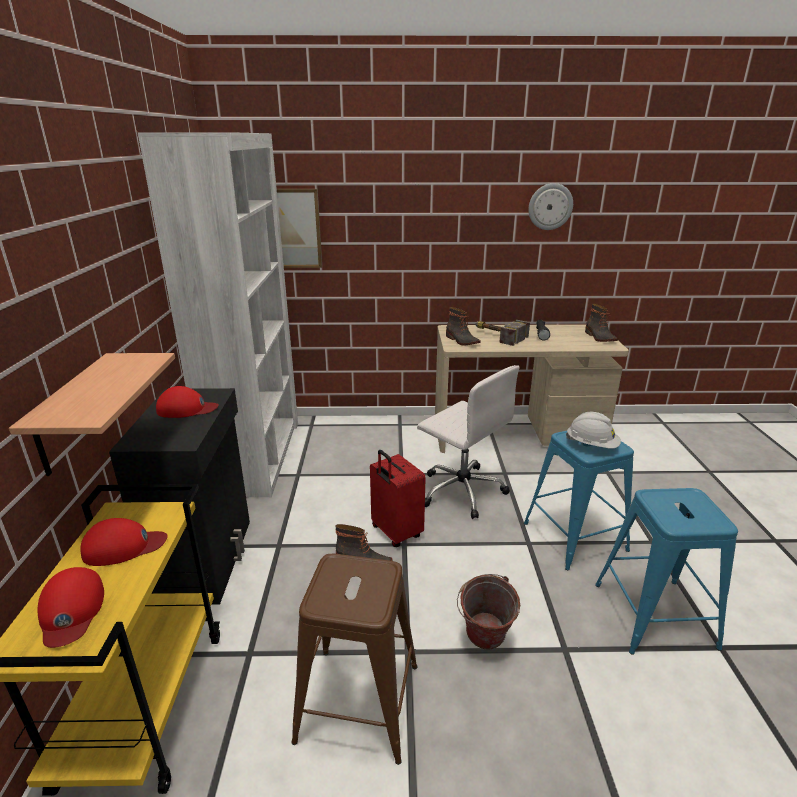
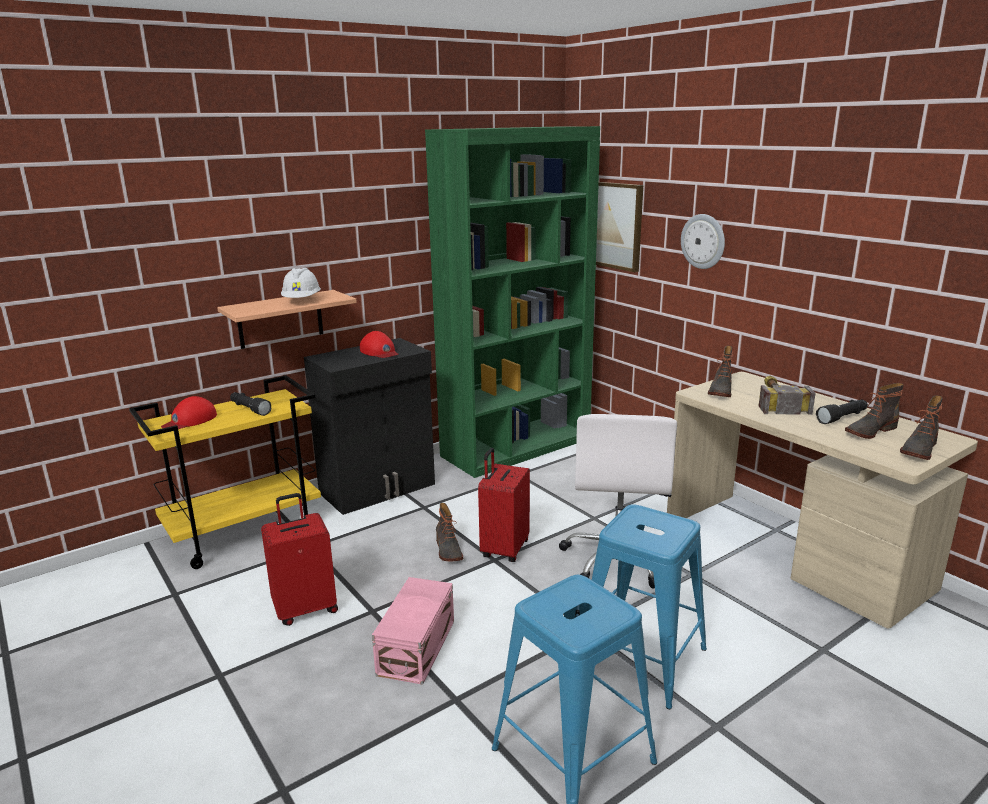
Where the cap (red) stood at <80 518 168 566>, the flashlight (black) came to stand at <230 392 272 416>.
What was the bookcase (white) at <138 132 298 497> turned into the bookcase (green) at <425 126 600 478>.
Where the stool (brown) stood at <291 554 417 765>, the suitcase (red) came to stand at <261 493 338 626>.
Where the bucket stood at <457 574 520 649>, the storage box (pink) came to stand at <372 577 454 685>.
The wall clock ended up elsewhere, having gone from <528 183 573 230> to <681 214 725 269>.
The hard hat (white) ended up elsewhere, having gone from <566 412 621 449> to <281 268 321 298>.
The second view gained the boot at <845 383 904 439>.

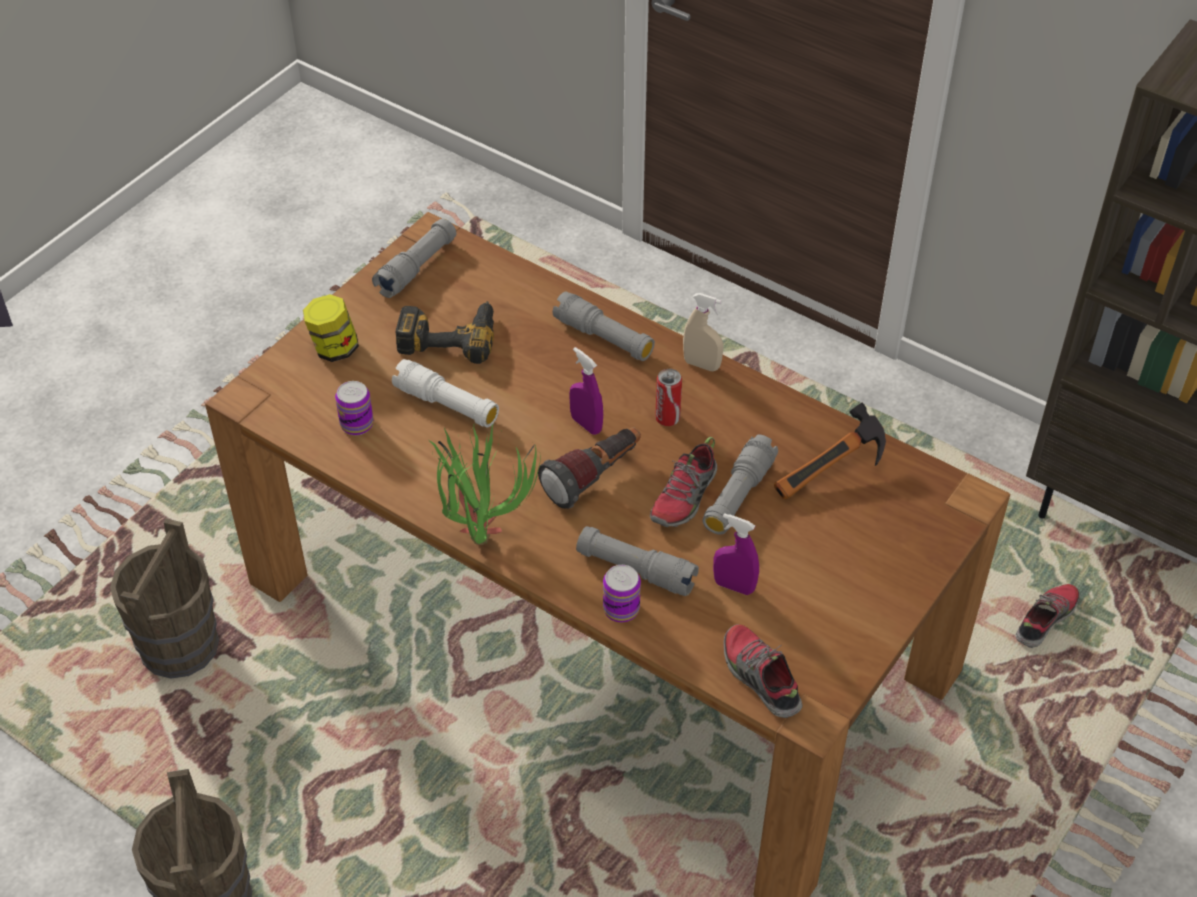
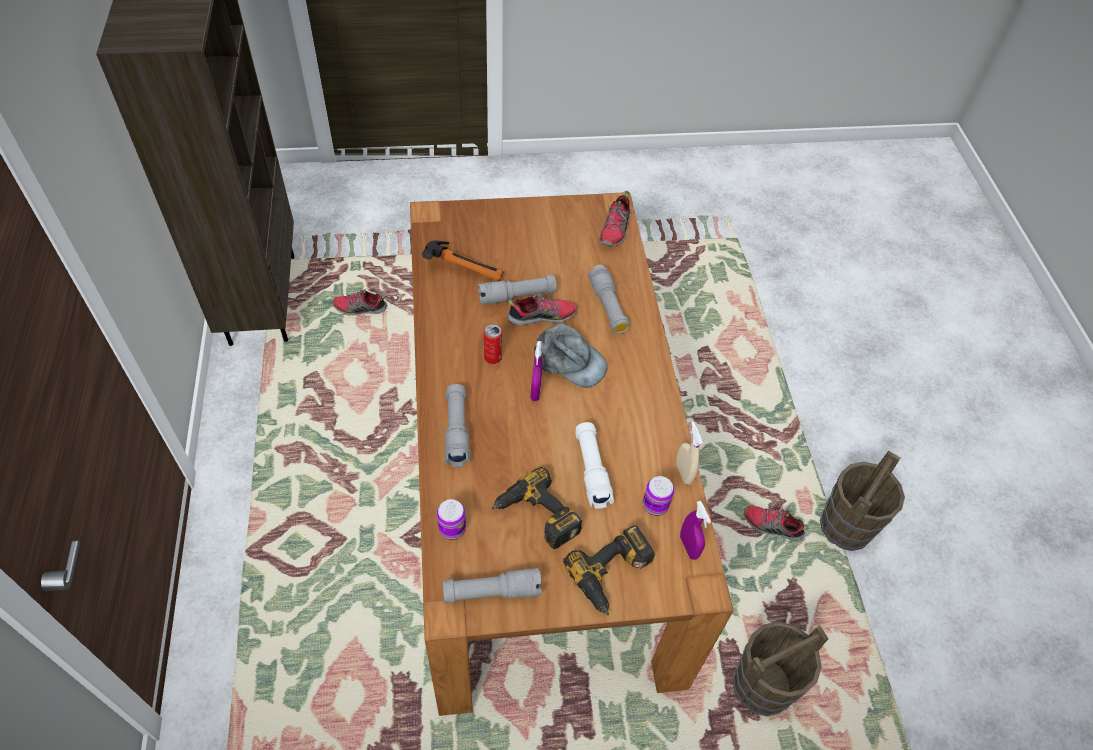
Where the jar stood at <303 294 359 362>, the power drill came to stand at <563 525 655 615>.
The second view lost the potted plant at <428 424 541 545>.
Where the flashlight stood at <538 428 641 509>, the cap (grey) came to stand at <534 324 608 388>.
The can ended up elsewhere, having gone from <603 565 641 623> to <437 499 466 540>.
The spray bottle (beige) ended up elsewhere, having gone from <683 293 723 371> to <676 422 703 485>.
The spray bottle (purple) ended up elsewhere, having gone from <713 513 759 595> to <680 501 711 560>.
The second view gained the shoe at <744 506 809 541>.

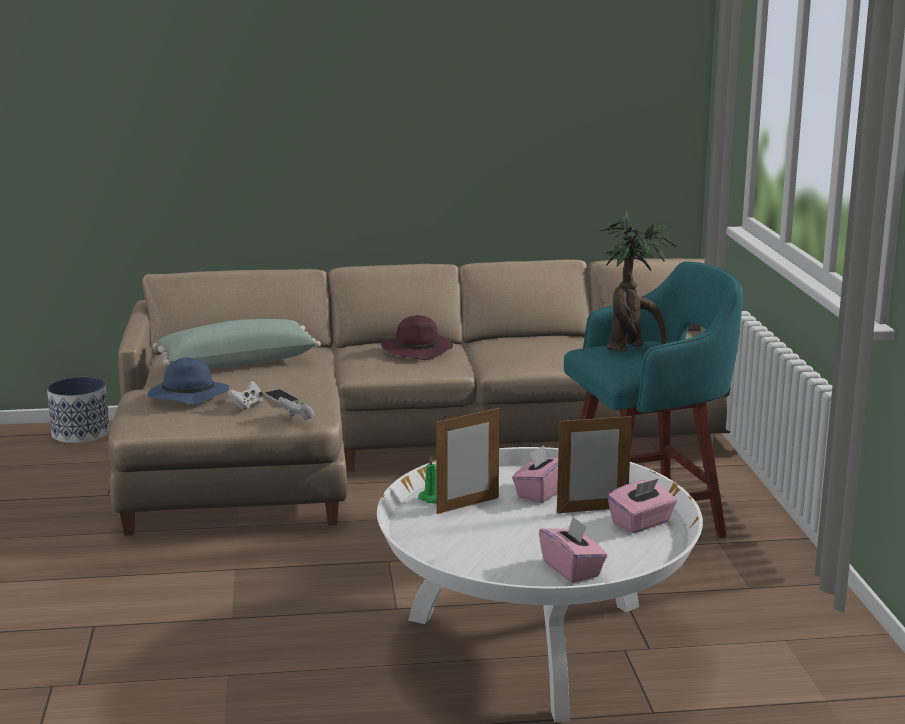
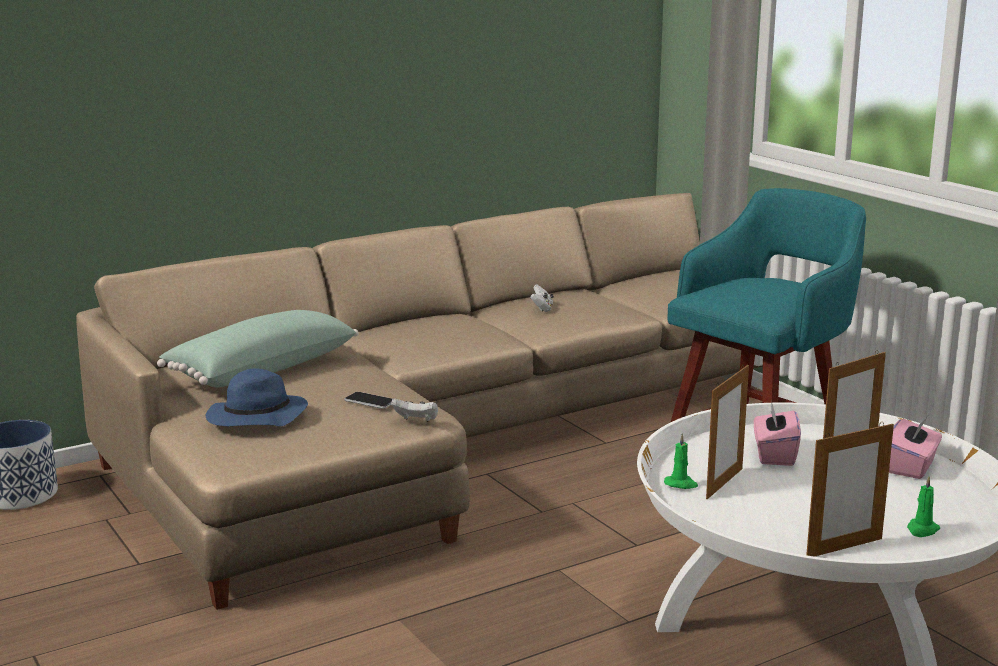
The game controller (white) ended up elsewhere, having gone from <228 380 263 410> to <530 284 554 312>.
The second view lost the hat (purple) at <381 315 453 360>.
Where the tissue box (pink) stood at <539 516 608 583>, the candle (green) came to stand at <907 476 940 537>.
The second view lost the potted plant at <600 210 676 352>.
The second view gained the picture frame at <806 422 894 557>.

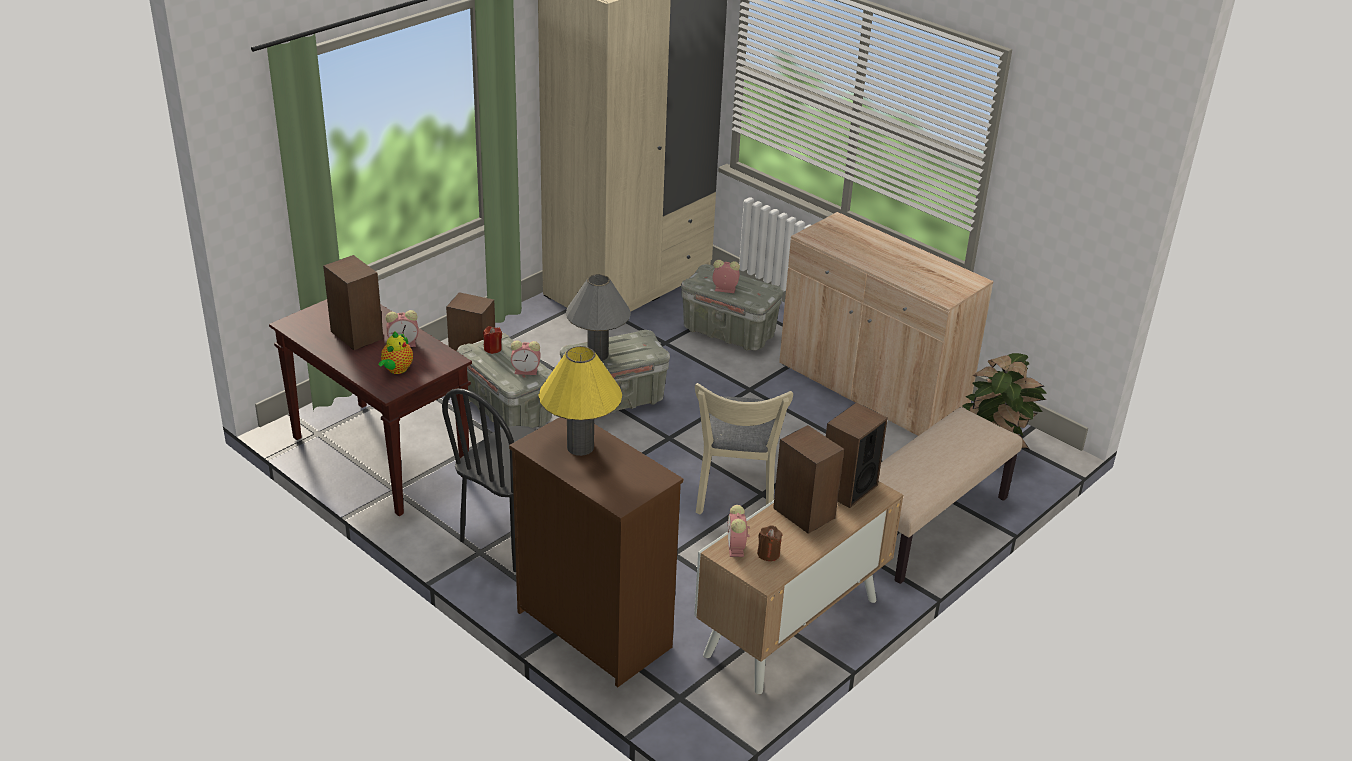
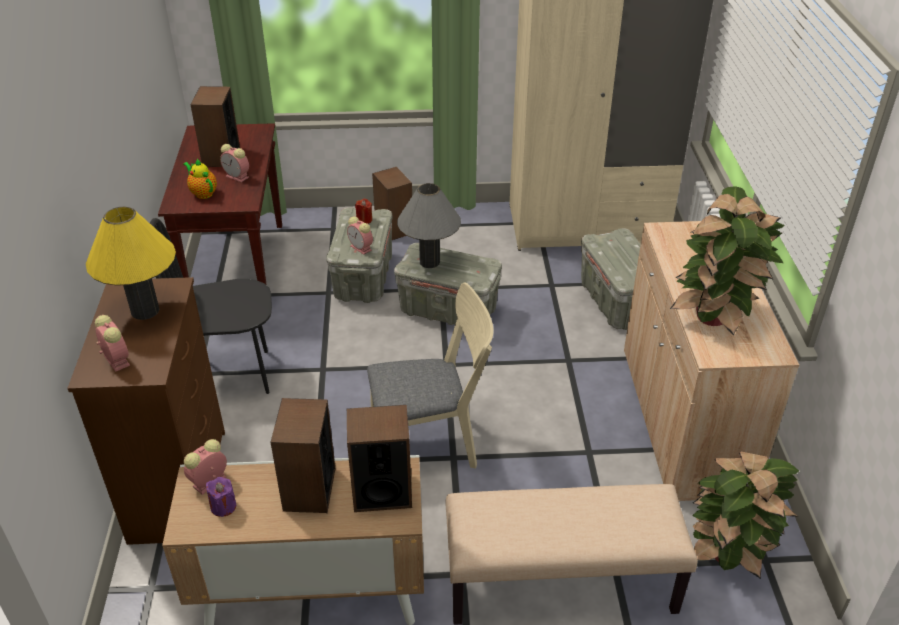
The teapot at <378 331 413 374> ended up facing another way, 75 degrees clockwise from before.
The chair (beige) at <695 383 793 515> ended up facing another way, 150 degrees counterclockwise from before.
The alarm clock ended up elsewhere, having gone from <712 260 740 293> to <95 315 130 372>.
What was the candle (brown) at <757 525 783 561> turned into the candle (purple) at <206 477 236 517>.
The second view gained the potted plant at <670 186 785 335>.

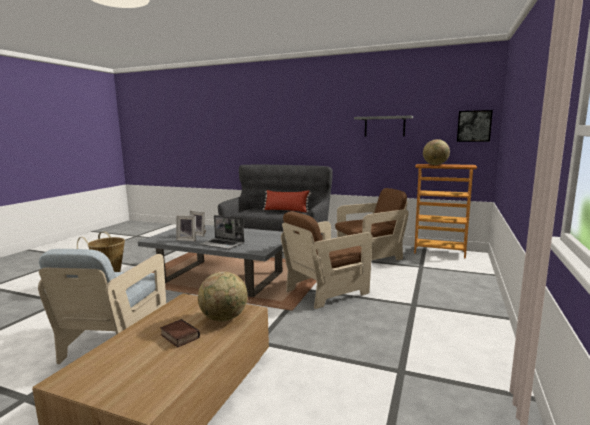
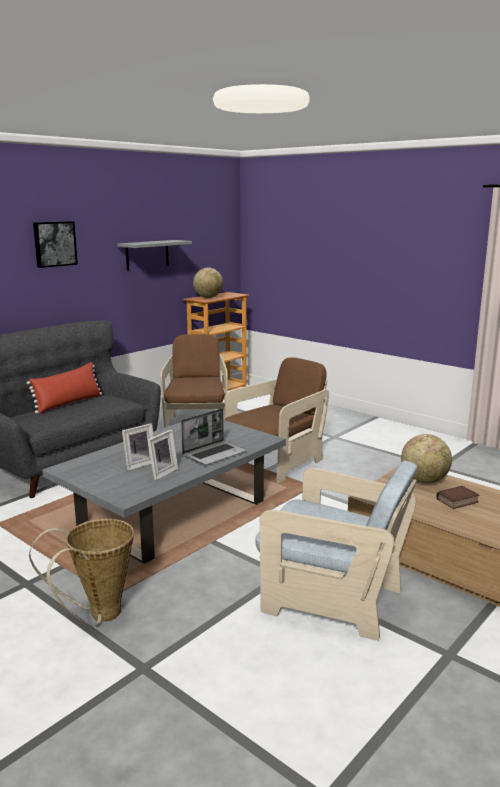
The armchair (brown) at <281 211 373 309> ended up facing another way, 120 degrees counterclockwise from before.
The picture ended up elsewhere, having gone from <457 110 493 142> to <33 221 78 268>.

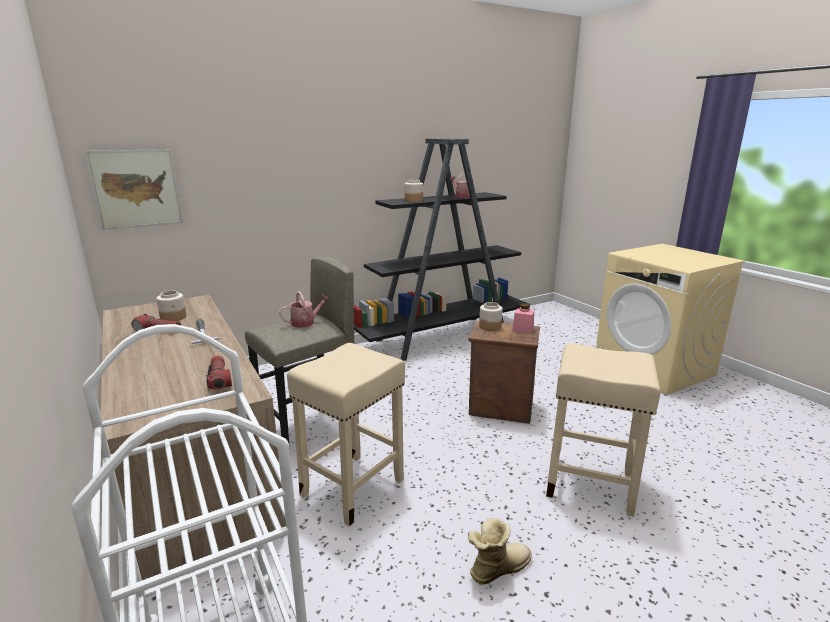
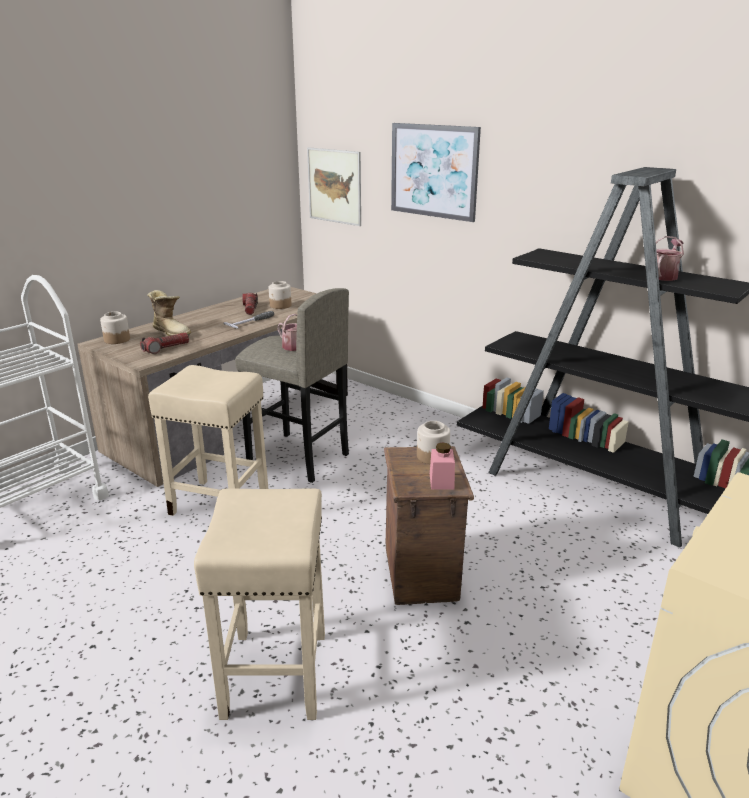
The jar ended up elsewhere, having gone from <405 180 423 202> to <100 312 130 344>.
The boot ended up elsewhere, having gone from <468 518 532 585> to <147 290 191 337>.
The second view gained the picture at <391 123 481 222>.

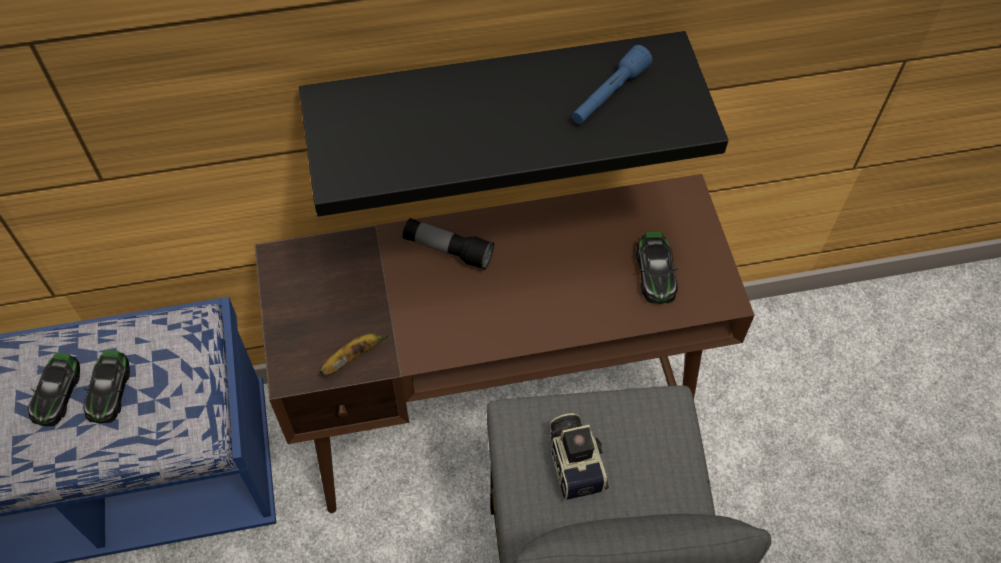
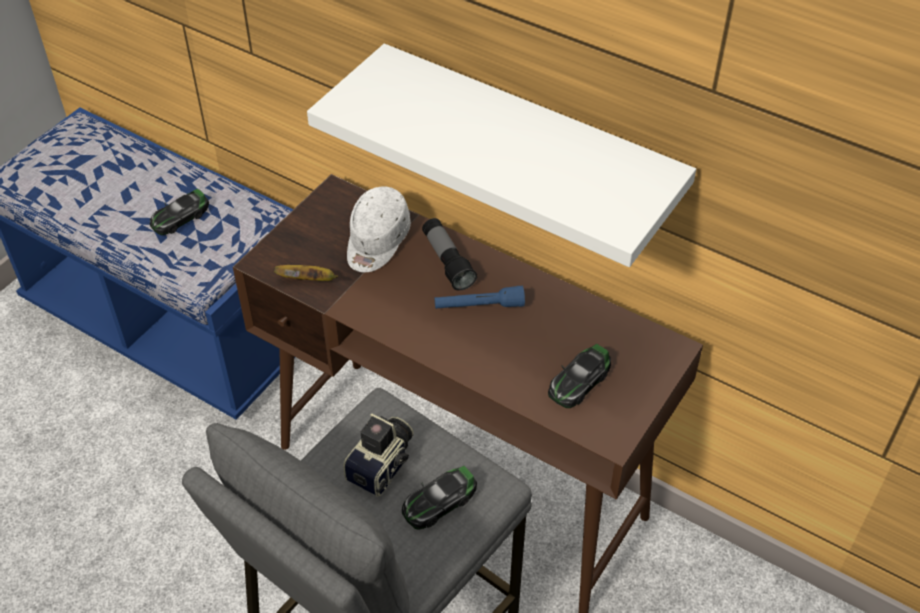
The toy car ended up elsewhere, having gone from <28 352 80 426> to <402 466 477 530>.
What was the shelf (black) at <299 31 728 217> turned into the shelf (white) at <307 44 696 267>.
The flashlight (blue) ended up elsewhere, having gone from <572 45 653 124> to <435 286 525 309>.
The second view gained the cap (white) at <347 187 411 273>.

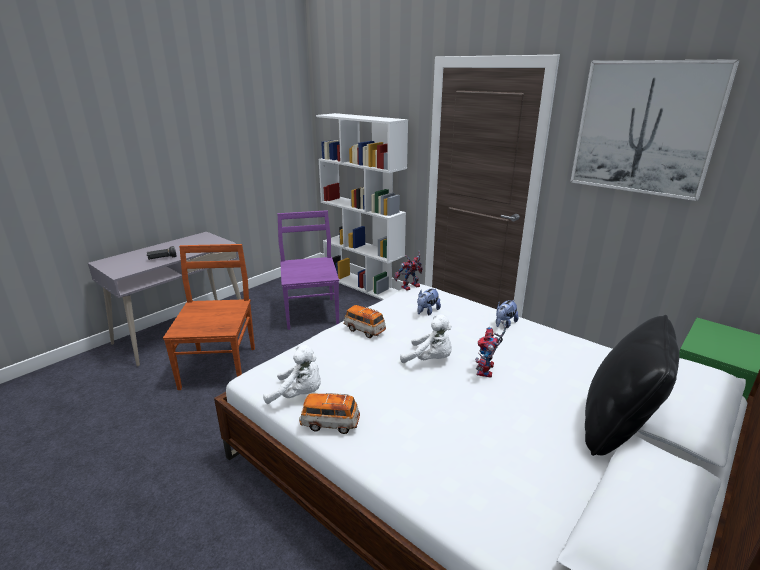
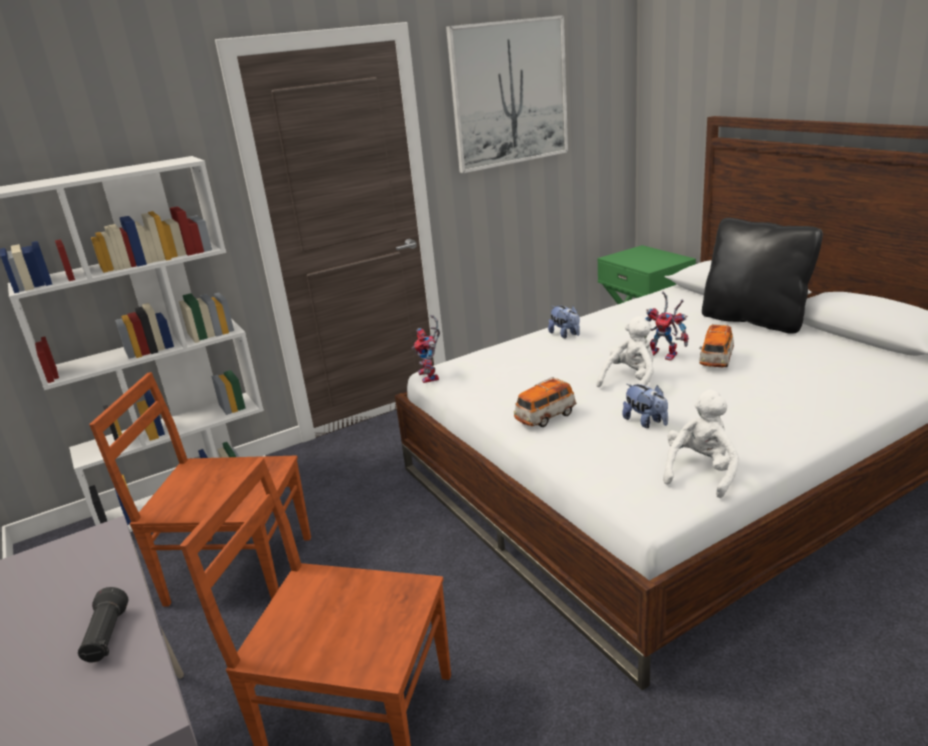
What was the chair (purple) at <277 210 339 330> turned into the chair (brown) at <89 372 311 606>.
The toy car ended up elsewhere, having gone from <299 393 360 434> to <699 324 734 368>.
The plush toy ended up elsewhere, having gone from <417 288 441 315> to <622 384 668 428>.

